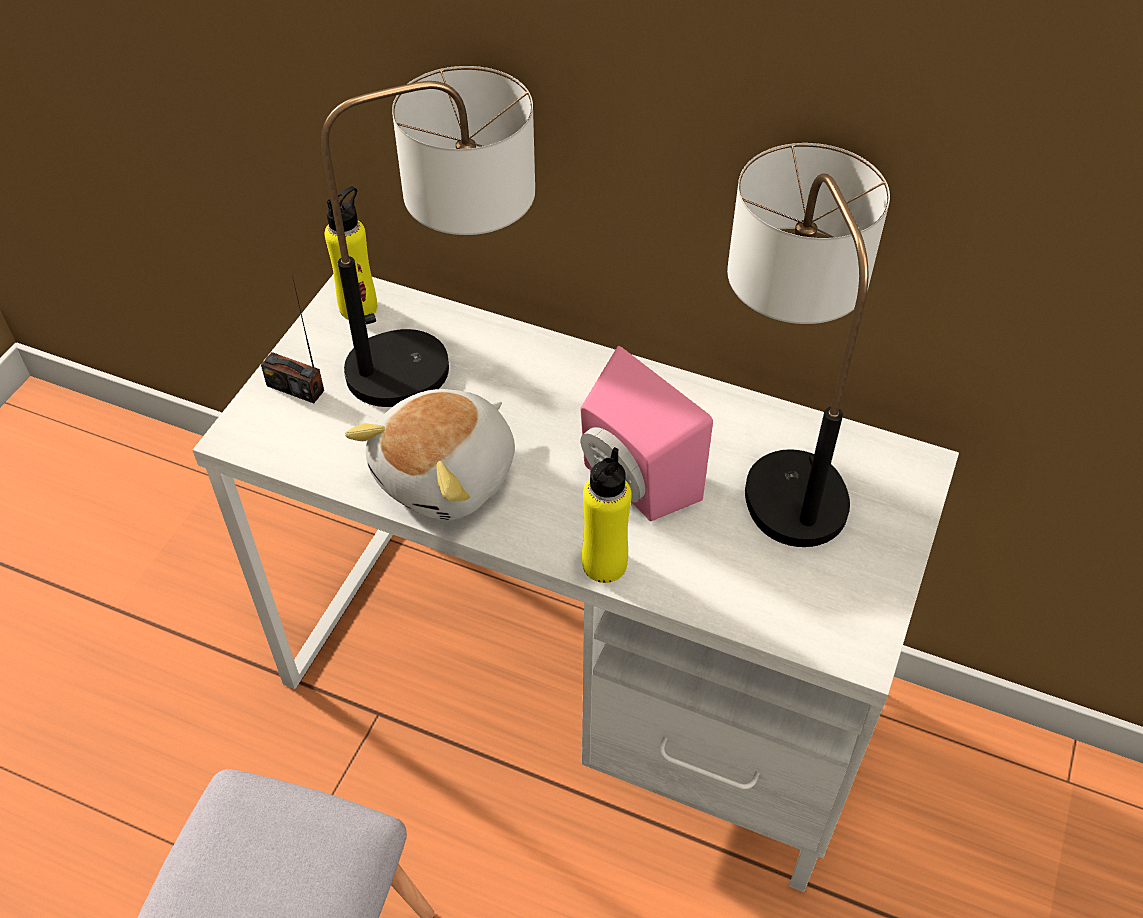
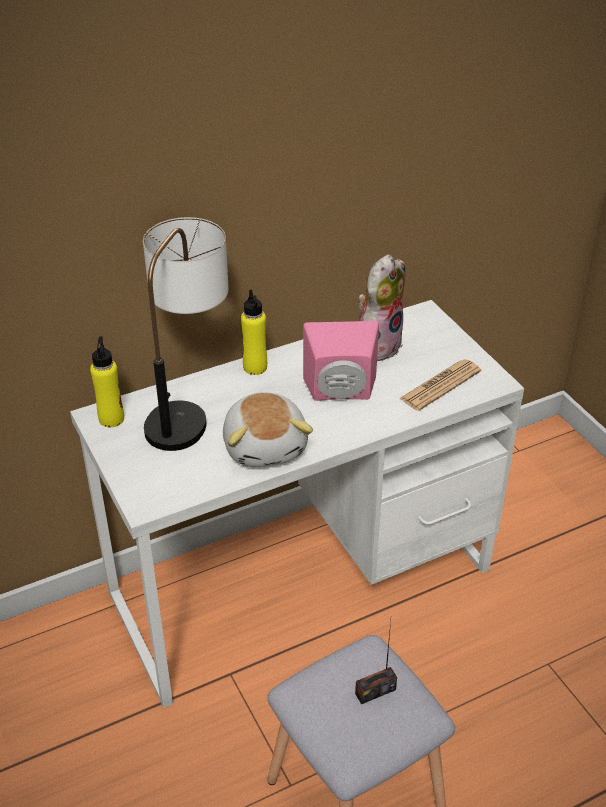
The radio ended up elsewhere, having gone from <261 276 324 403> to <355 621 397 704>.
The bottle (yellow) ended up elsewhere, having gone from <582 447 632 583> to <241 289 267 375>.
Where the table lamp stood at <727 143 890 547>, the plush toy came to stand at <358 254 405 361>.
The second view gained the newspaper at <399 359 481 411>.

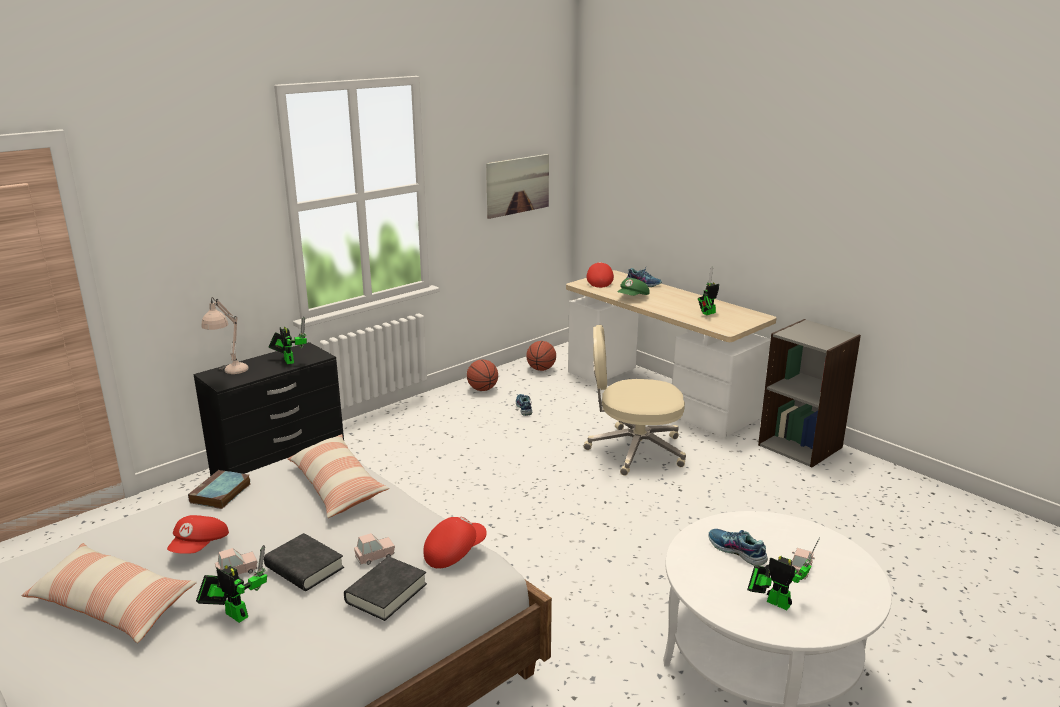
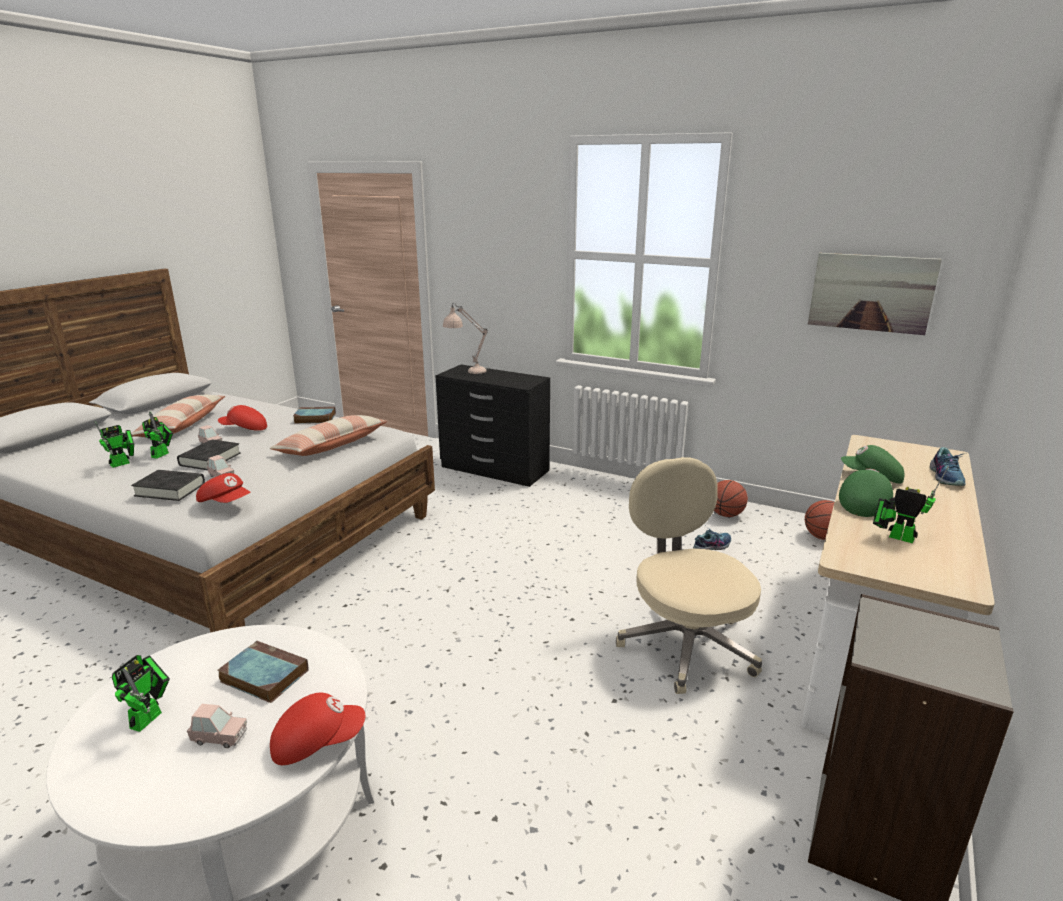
The toy robot ended up elsewhere, having gone from <268 317 307 364> to <94 421 134 468>.
The cap (red) ended up elsewhere, having gone from <587 262 614 288> to <270 692 365 765>.
Where the shoe stood at <709 529 768 566>, the book came to stand at <218 641 308 703>.
The second view gained the cap (green) at <839 469 893 517>.

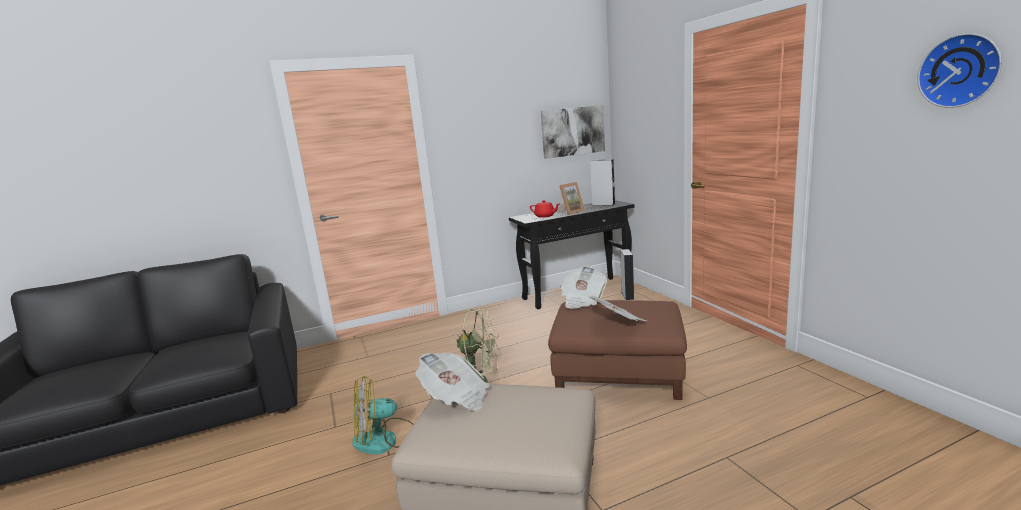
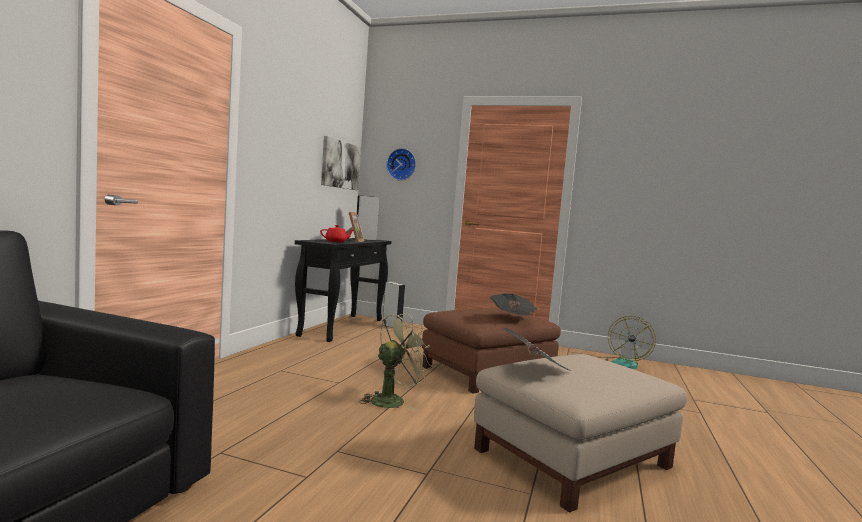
The fan ended up elsewhere, having gone from <353 376 414 455> to <598 316 656 369>.
The second view lost the newspaper at <560 266 608 309>.
The wall clock ended up elsewhere, having gone from <917 33 1002 108> to <386 148 416 181>.

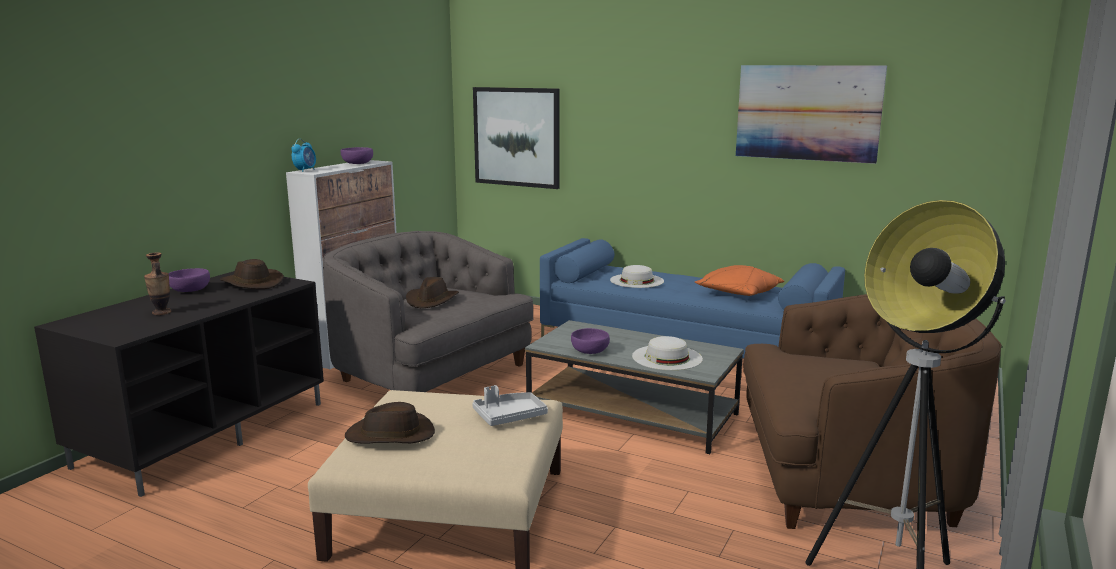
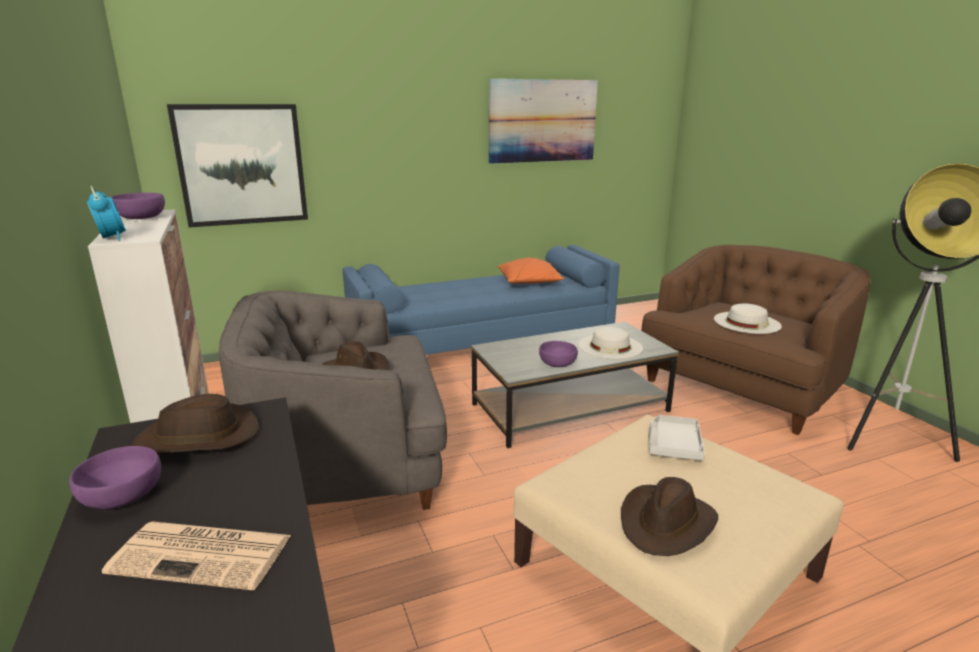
Where the vase stood at <144 252 171 315>, the newspaper came to stand at <102 521 291 590>.
The hat (white) ended up elsewhere, having gone from <610 265 664 288> to <714 303 782 334>.

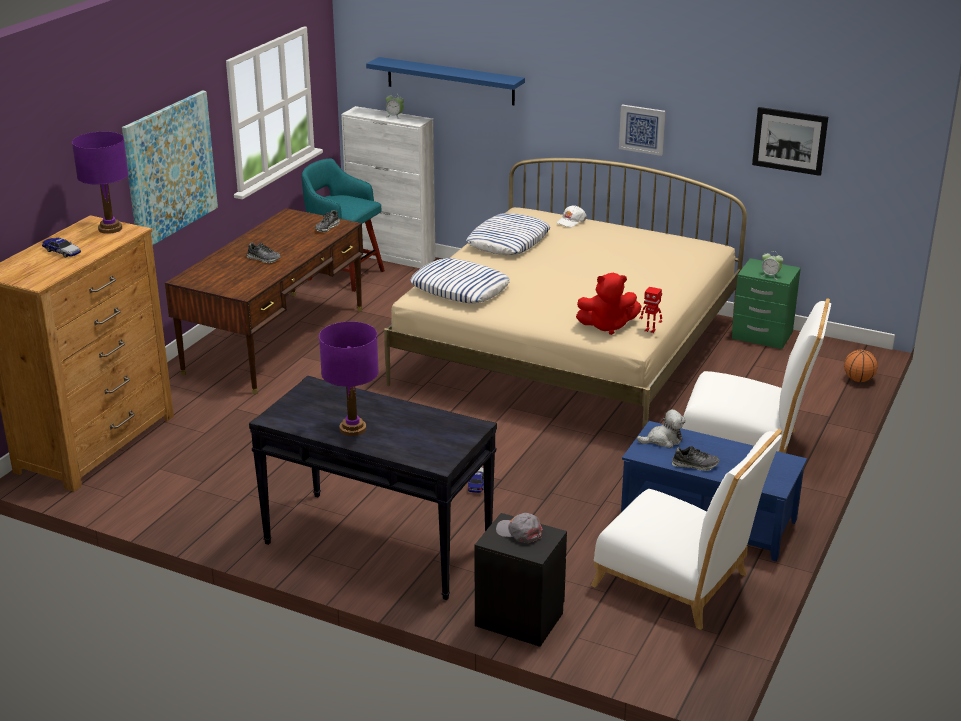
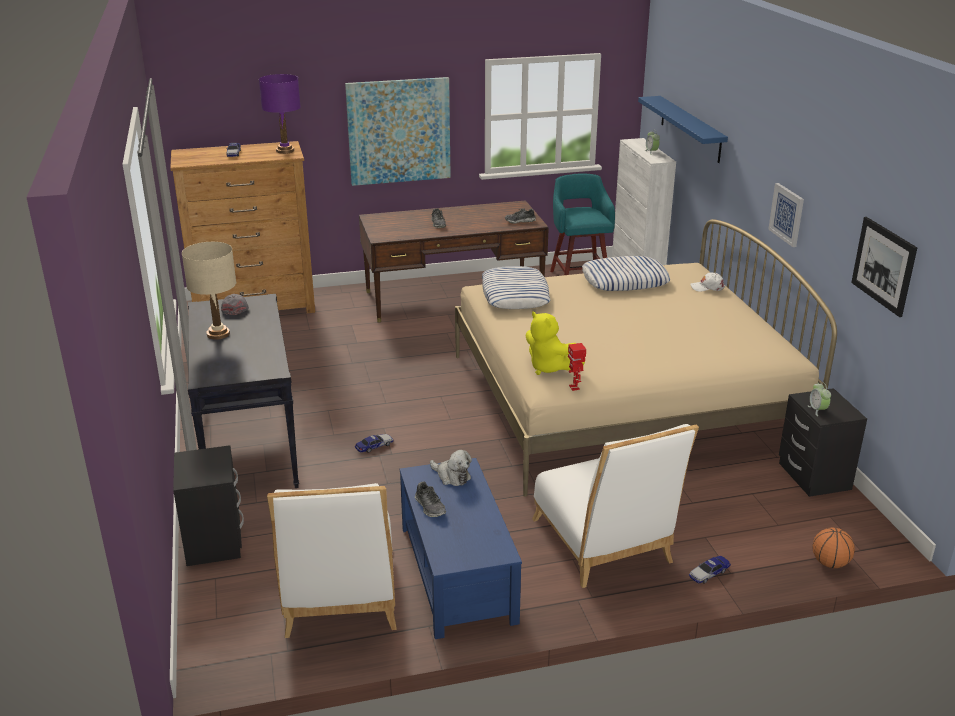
What was the table lamp (purple) at <319 321 379 436> turned into the table lamp (beige) at <182 242 236 340>.
The cap (grey) ended up elsewhere, having gone from <496 513 543 543> to <221 294 249 315>.
What was the plush toy (red) at <576 273 642 335> turned into the plush toy (yellow) at <525 312 585 375>.
What was the nightstand (green) at <732 258 801 349> turned into the nightstand (black) at <779 388 867 497>.
The second view gained the toy car at <689 556 731 584>.

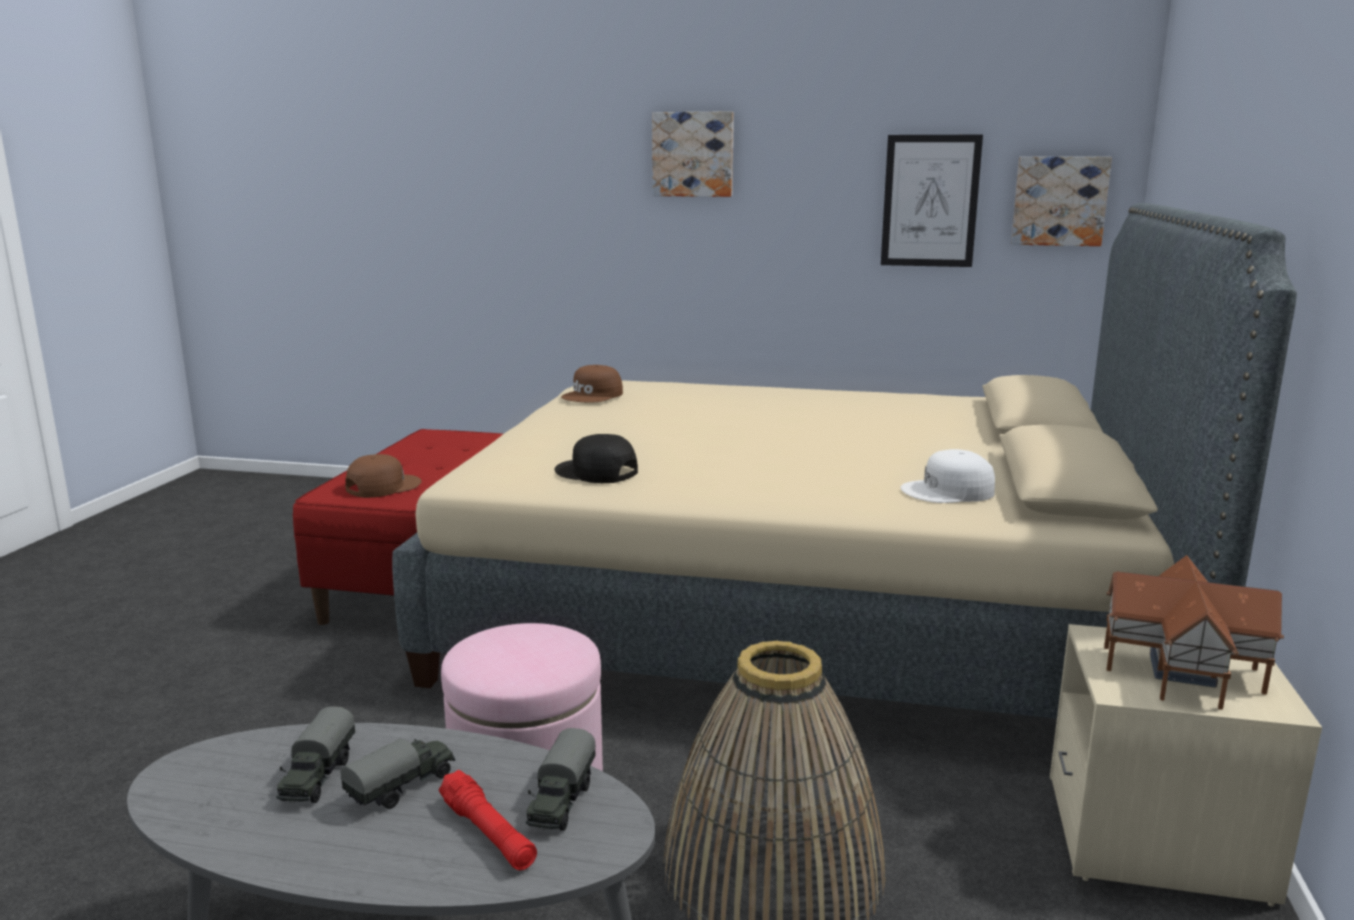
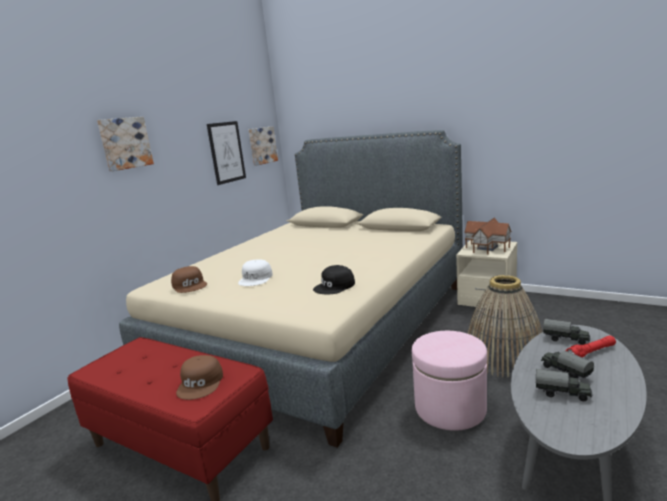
The cap (brown) at <345 454 422 498> ended up facing another way, 150 degrees counterclockwise from before.
The cap (white) ended up elsewhere, having gone from <901 449 995 503> to <238 259 273 286>.

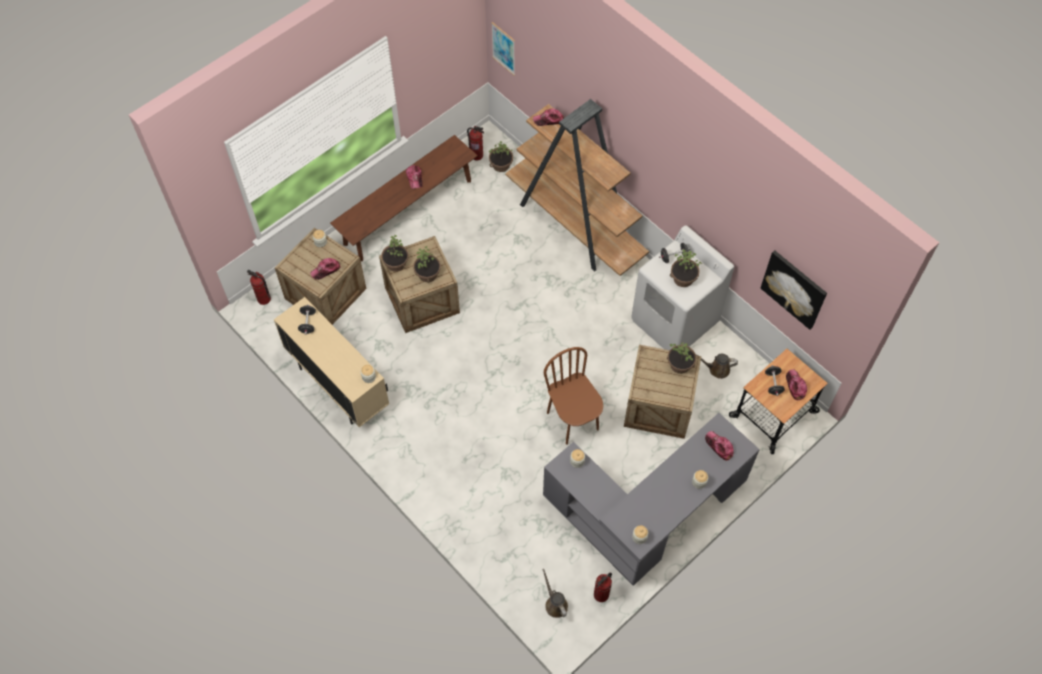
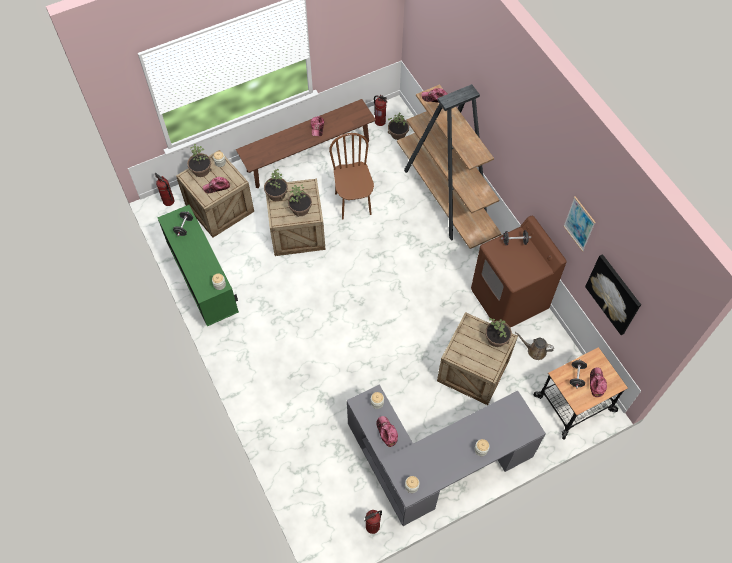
What was the cabinet (beige) at <274 297 389 427> turned into the cabinet (green) at <157 205 239 326>.
The picture ended up elsewhere, having gone from <491 22 515 75> to <563 197 596 252>.
The second view lost the watering can (brown) at <542 569 568 618>.
The chair (brown) ended up elsewhere, having gone from <544 347 603 445> to <329 133 374 220>.
What was the washing machine (white) at <631 225 734 350> turned into the washing machine (brown) at <471 216 567 328>.
The potted plant ended up elsewhere, having gone from <670 250 702 287> to <187 144 212 177>.
The cap ended up elsewhere, having gone from <705 431 734 461> to <376 416 398 447>.

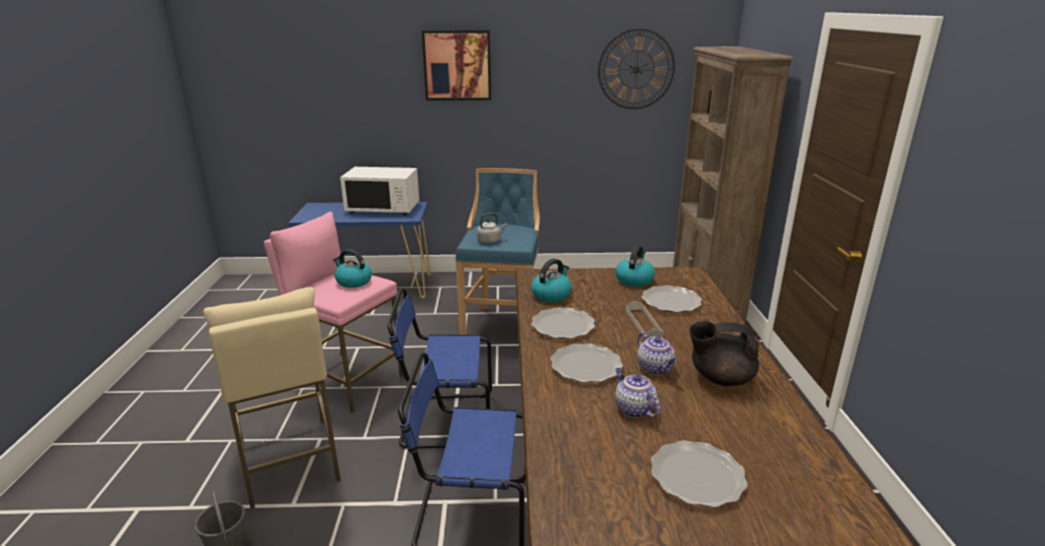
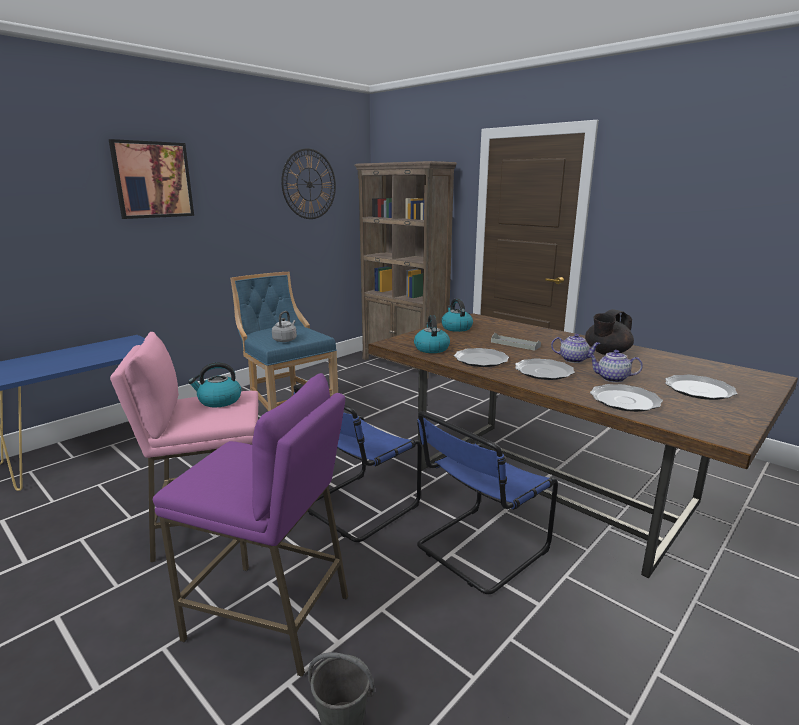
What was the stool (beige) at <203 287 341 509> turned into the stool (purple) at <153 373 348 677>.
The second view lost the microwave (white) at <340 167 419 215>.
The plate ended up elsewhere, having gone from <642 285 702 313> to <590 384 663 412>.

